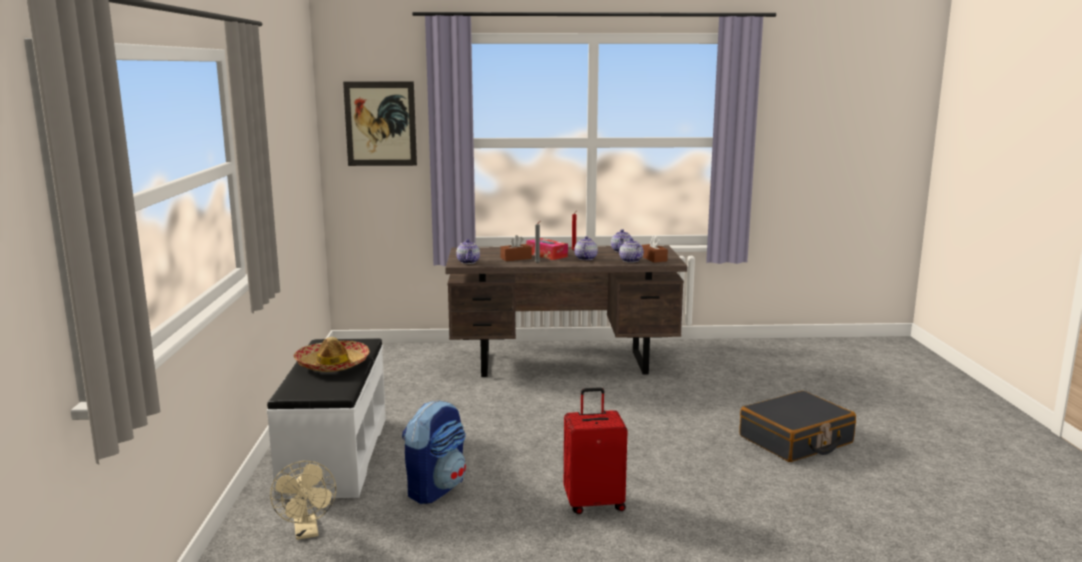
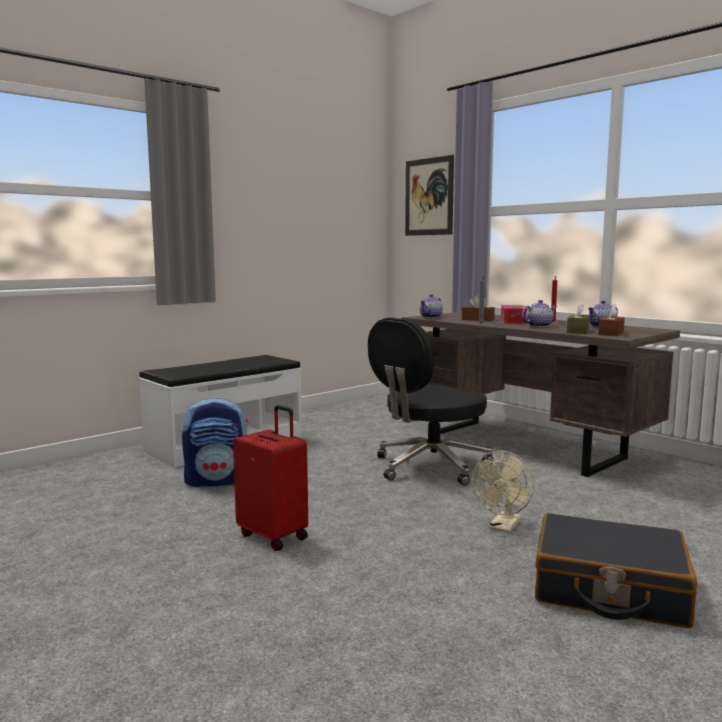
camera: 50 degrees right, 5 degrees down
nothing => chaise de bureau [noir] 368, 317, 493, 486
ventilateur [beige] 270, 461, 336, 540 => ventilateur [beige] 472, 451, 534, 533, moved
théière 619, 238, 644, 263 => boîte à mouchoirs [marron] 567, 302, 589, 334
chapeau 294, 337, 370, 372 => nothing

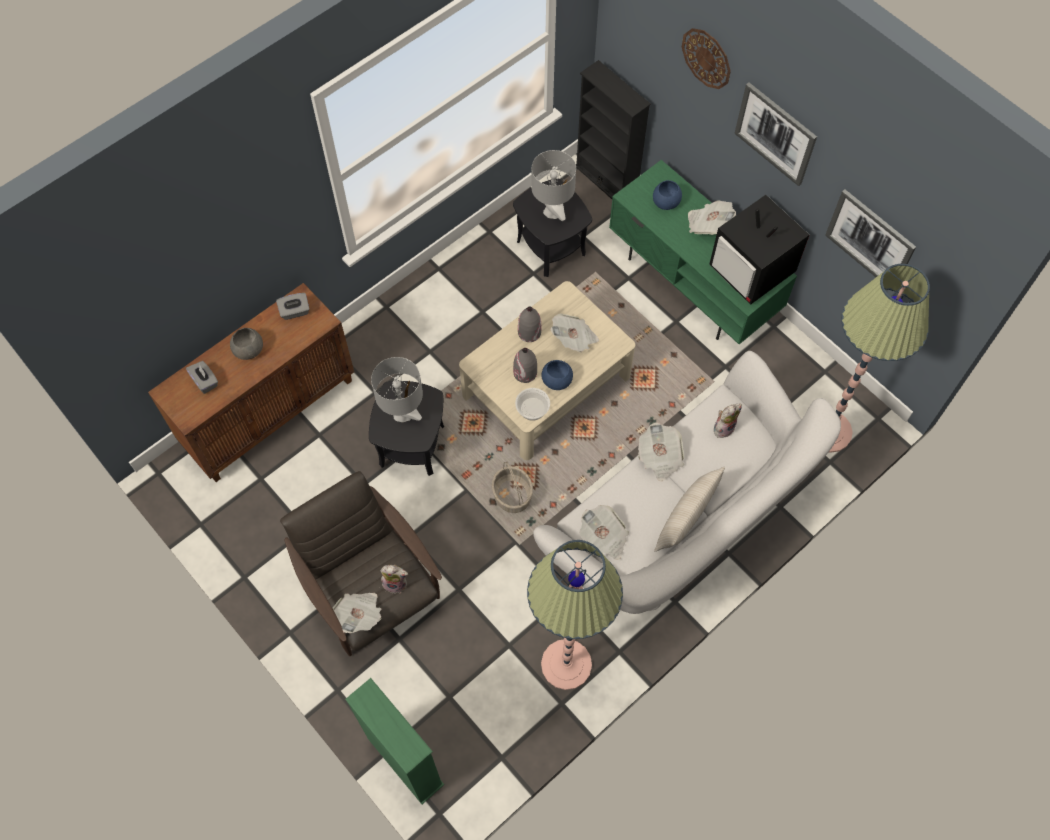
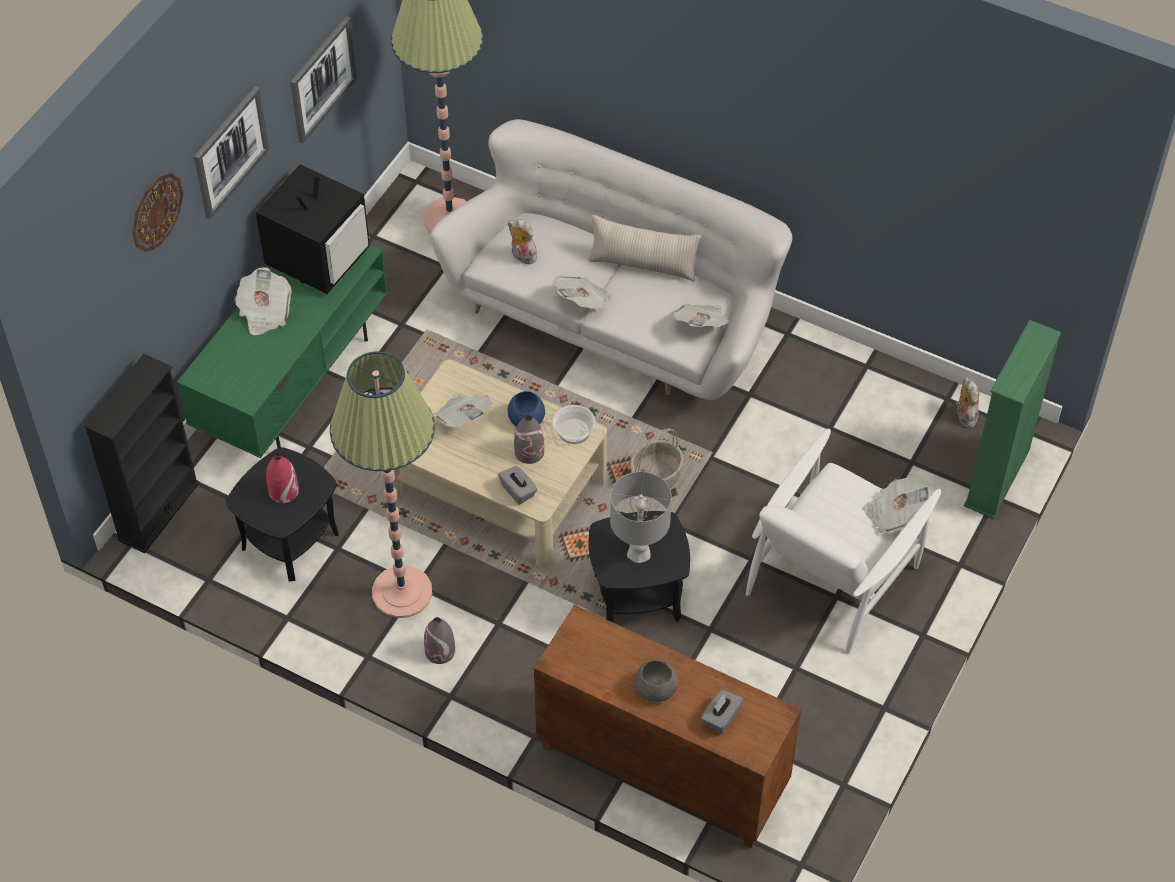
camera: 110 degrees left, 10 degrees down
lampe de table [gris] 531, 150, 576, 221 => vase [rouge] 266, 454, 299, 503
lampadaire 527, 540, 623, 690 => lampadaire 330, 351, 435, 618, moved
vase [gris] 518, 307, 541, 342 => vase [gris] 424, 617, 455, 664, moved
boîte à mouchoirs [gris] 276, 293, 310, 320 => boîte à mouchoirs [gris] 498, 466, 538, 505, moved
fauteuil [marron] 280, 471, 442, 656 => fauteuil [blanc] 746, 429, 941, 654
peluche 380, 565, 408, 594 => peluche 956, 377, 979, 428, moved
bol [bleu] 653, 180, 682, 210 => nothing

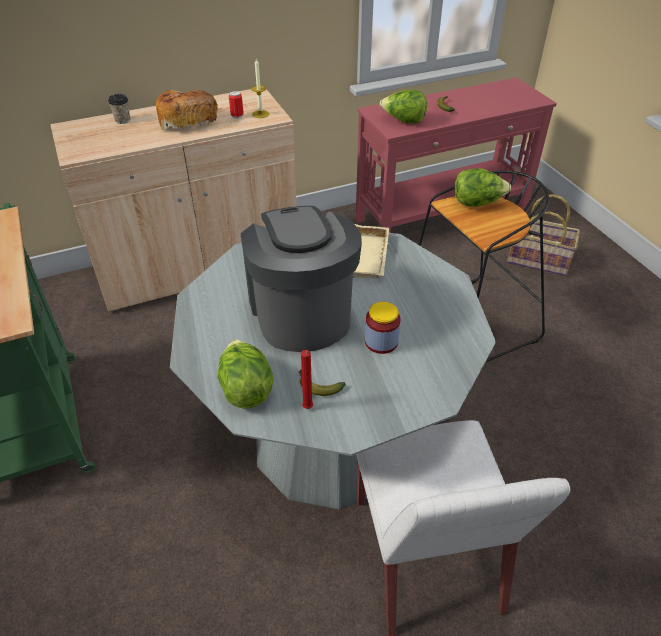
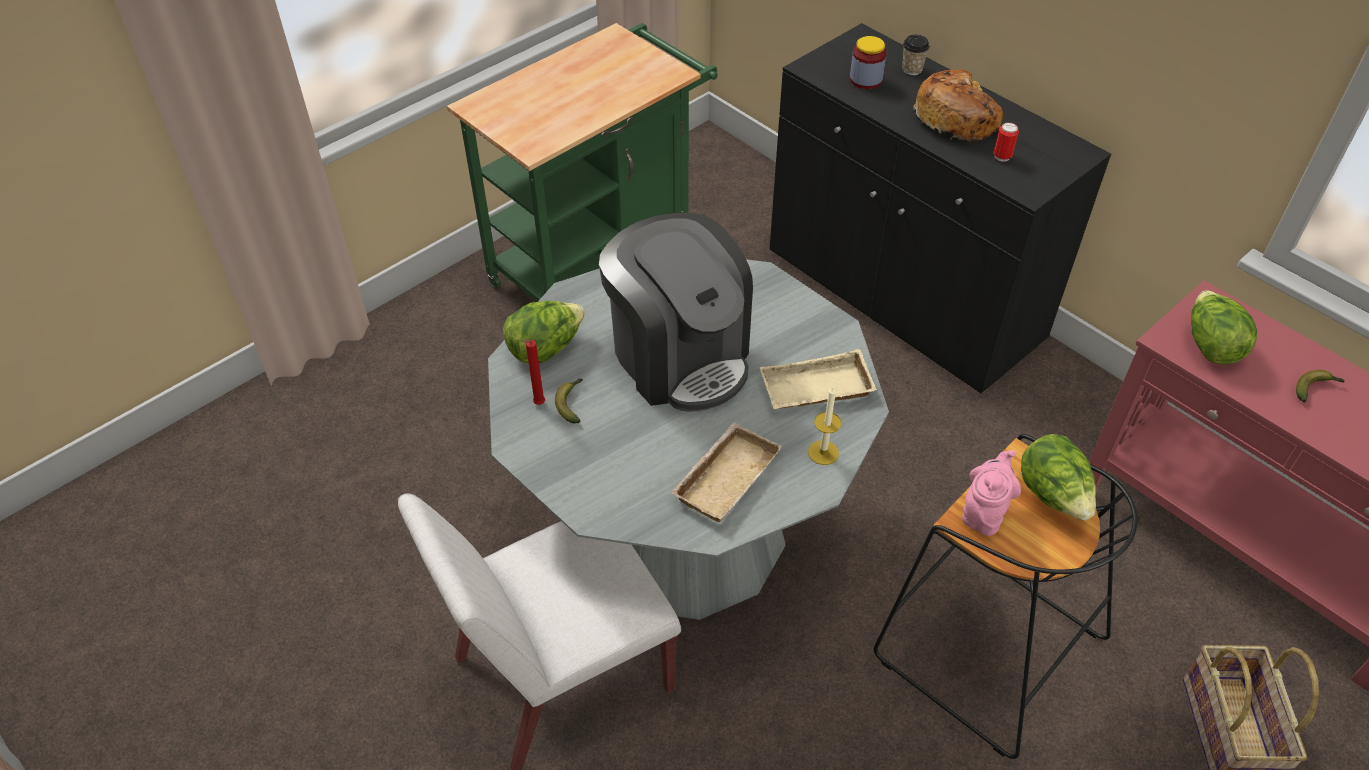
camera: 70 degrees right, 5 degrees up
machine à café 241, 206, 362, 352 => machine à café 599, 213, 753, 412, 90 degrees clockwise
nothing => plateau [beige] 671, 422, 782, 522
meuble de rangement [beige] 50, 89, 297, 312 => meuble de rangement [noir] 770, 23, 1111, 393
bougie 251, 59, 269, 118 => bougie 808, 387, 842, 465, moved
bocal 365, 302, 401, 354 => bocal 850, 36, 887, 89, moved
nothing => théière [rose] 962, 450, 1021, 536

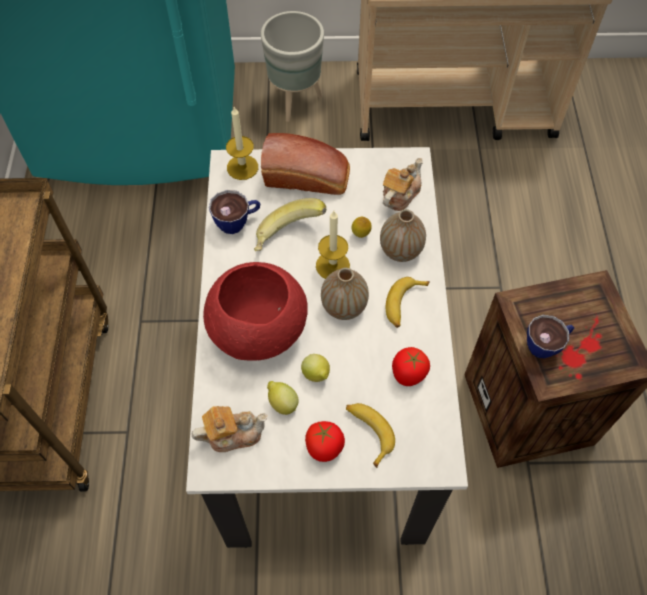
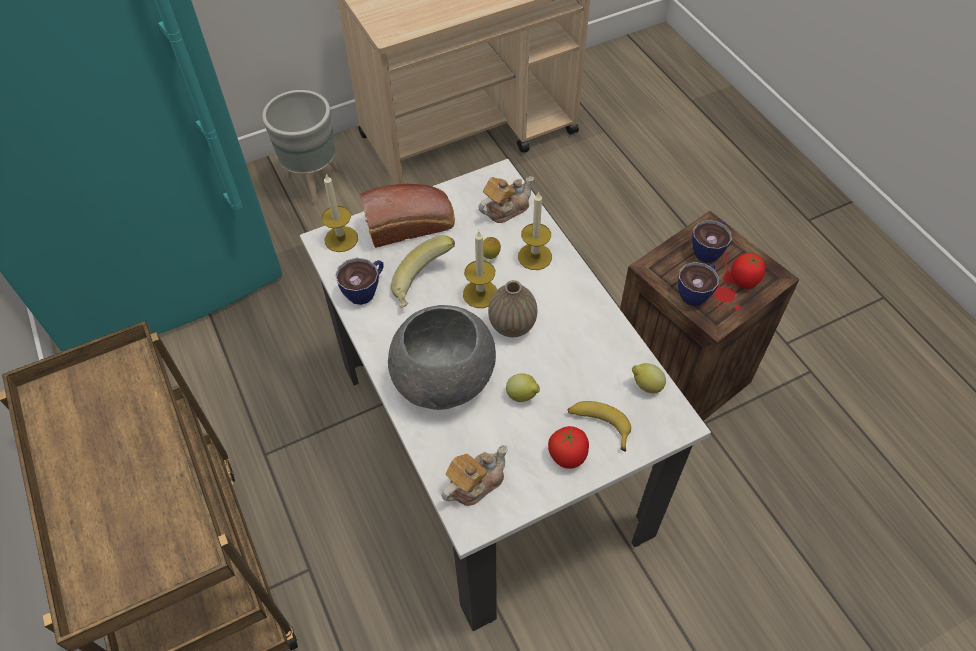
camera: 25 degrees left, 5 degrees down
bol [rouge] 203, 262, 308, 361 => bol [gris] 388, 305, 496, 410
théière 383, 158, 423, 211 => théière 478, 176, 534, 223, 45 degrees clockwise
vase 380, 209, 426, 262 => bougie 518, 191, 552, 270
citron 267, 381, 298, 415 => citron 632, 363, 666, 393, moved
nothing => tasse 692, 220, 732, 263
tomate 392, 347, 430, 386 => tomate 731, 253, 765, 289, moved
banane 386, 277, 430, 328 => nothing

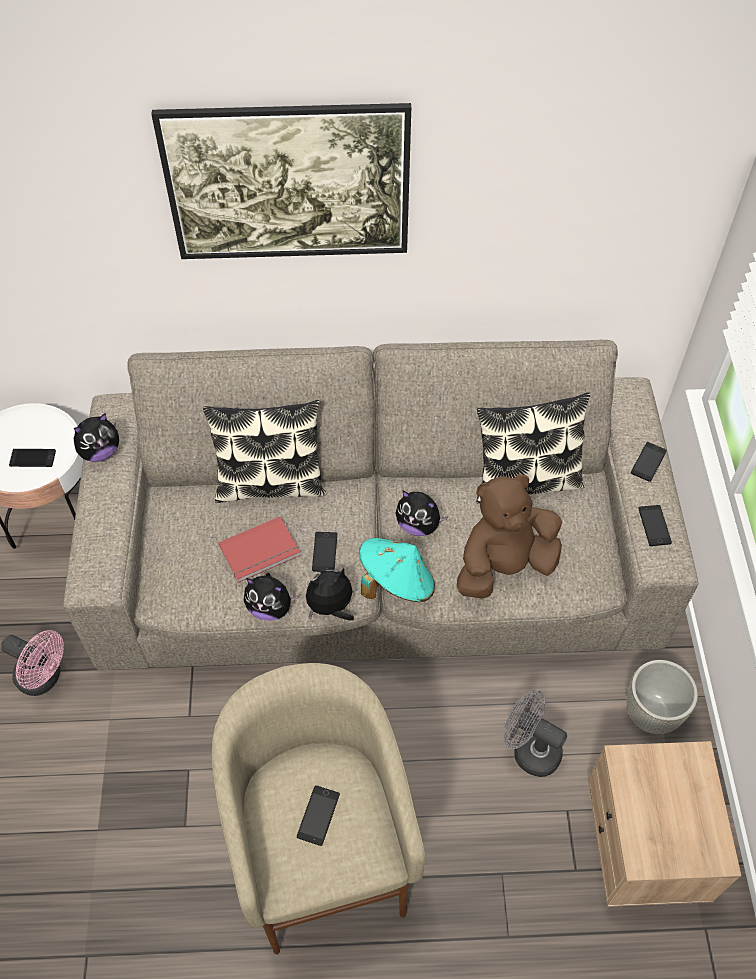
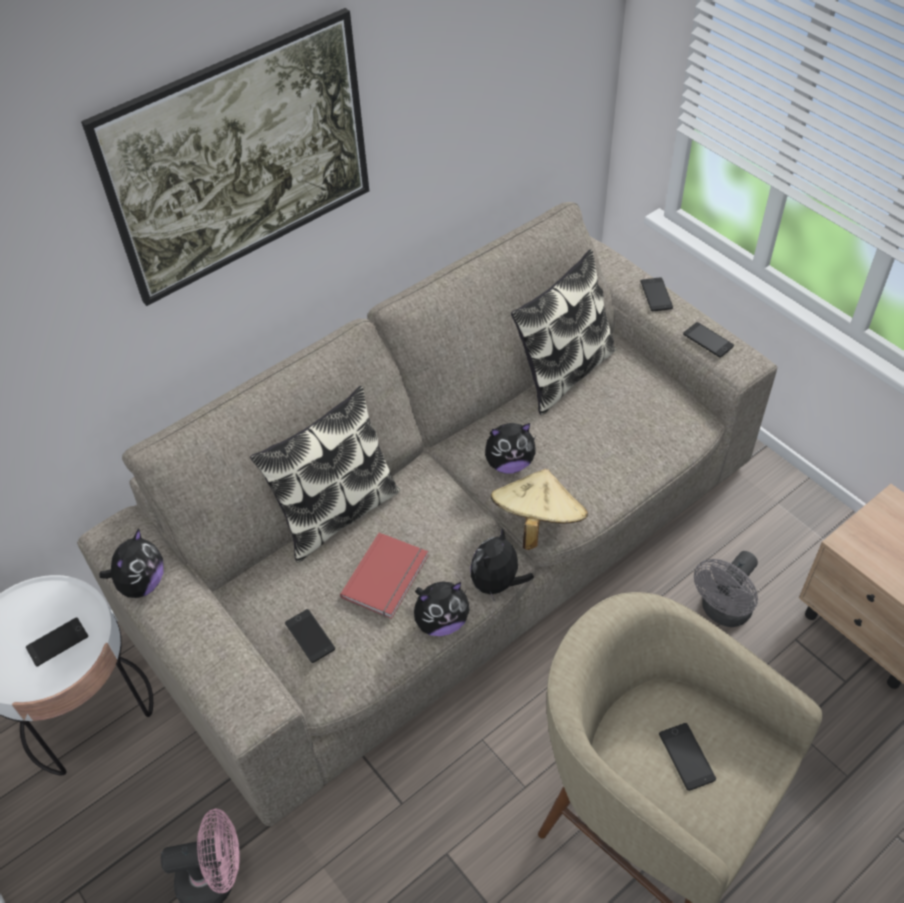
camera: 35 degrees left, 5 degrees down
téléphone 312, 532, 337, 572 => téléphone 285, 609, 335, 663, moved
chapeau [turquoise] 359, 538, 435, 602 => chapeau [beige] 491, 469, 588, 550
ventilateur [gris] 504, 690, 567, 777 => ventilateur [gris] 694, 551, 758, 627, 45 degrees counterclockwise
peluche [marron] 457, 474, 562, 599 => nothing
cache-pot [gris] 627, 660, 698, 734 => nothing

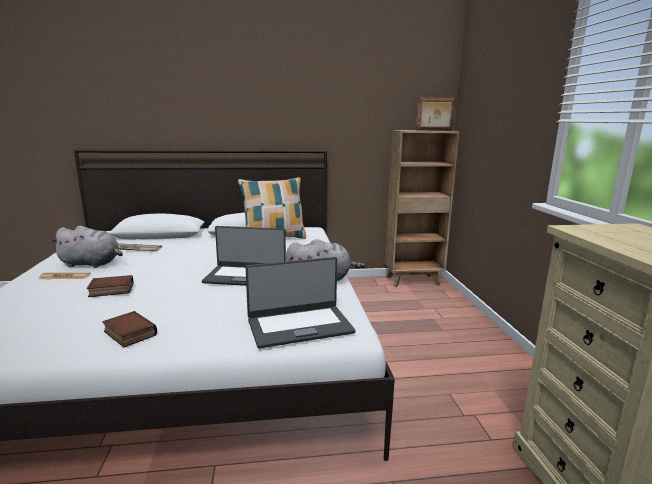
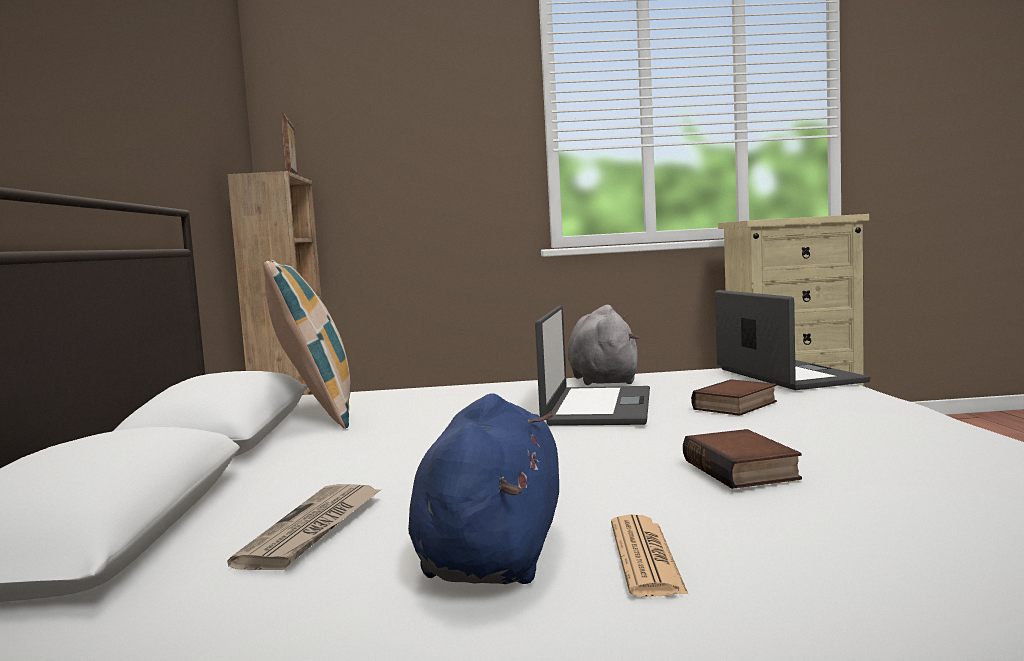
camera: 85 degrees left, 10 degrees down
peluche [gris] 50, 226, 123, 268 => peluche [bleu] 408, 393, 559, 584
livre 103, 311, 157, 347 => livre 691, 379, 777, 416, moved

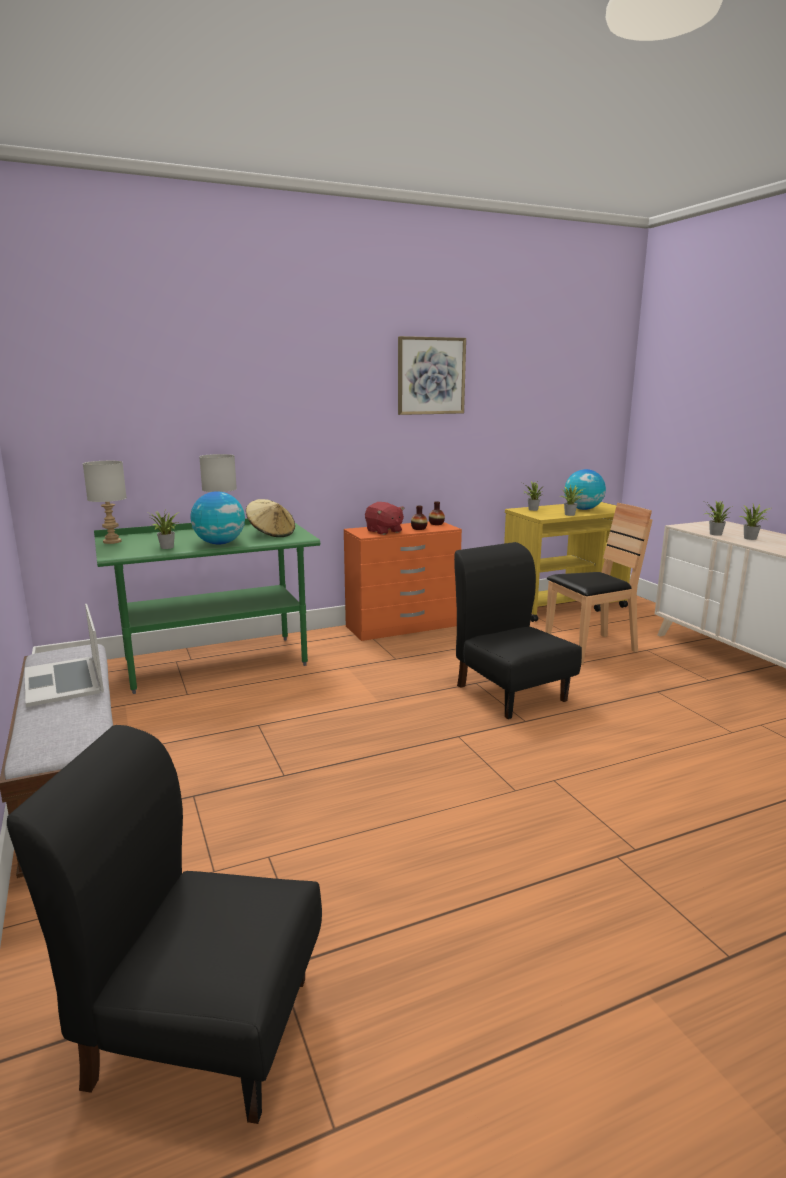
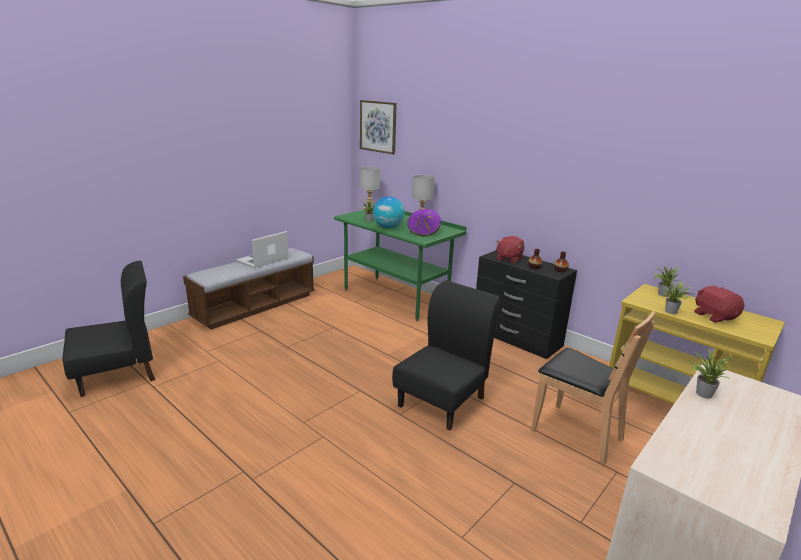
camera: 65 degrees right, 5 degrees up
chaise [noir] 7, 725, 322, 1124 => chaise [noir] 62, 261, 155, 397, 75 degrees clockwise
tableau 398, 336, 466, 415 => tableau 360, 100, 397, 154, moved
chapeau [beige] 246, 499, 295, 537 => chapeau [violet] 407, 209, 441, 236
commode [orange] 344, 521, 462, 641 => commode [noir] 476, 250, 577, 359
globe 564, 469, 606, 510 => peluche [rouge] 694, 286, 744, 322
plante en pot 739, 504, 770, 540 => nothing

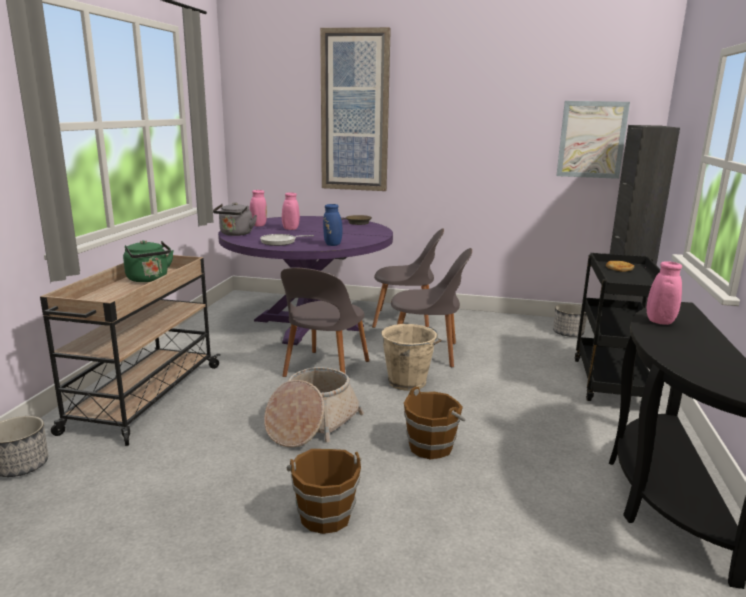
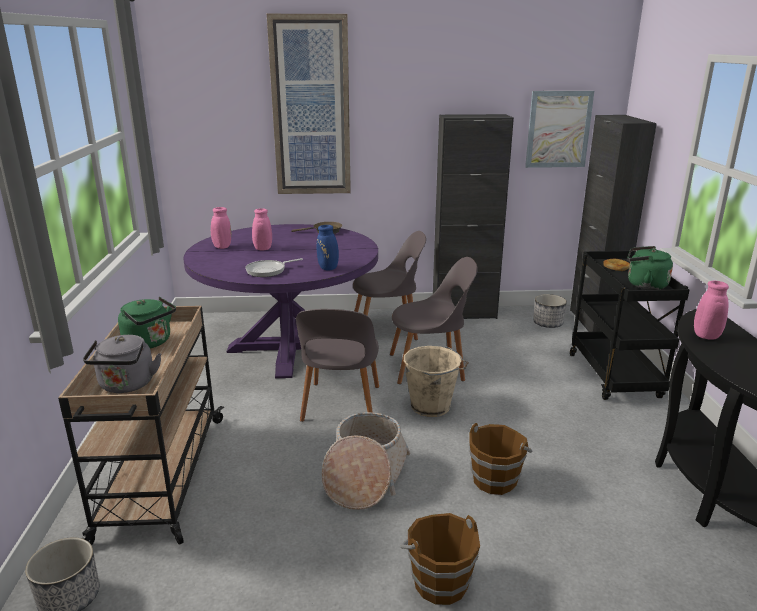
camera: 15 degrees left, 5 degrees up
bouilloire [gris] 213, 202, 257, 236 => bouilloire [gris] 83, 335, 161, 393, moved
nothing => meuble de rangement [noir] 433, 114, 514, 319
nothing => bouilloire [vert] 627, 246, 673, 290

